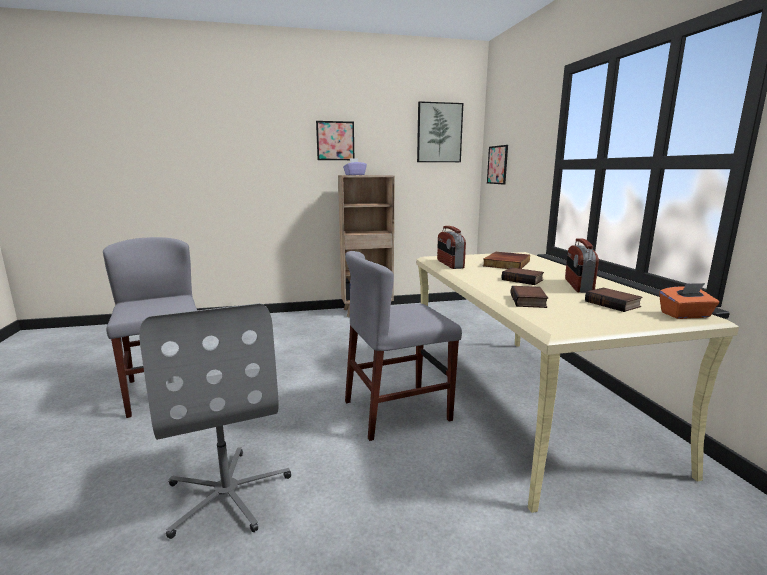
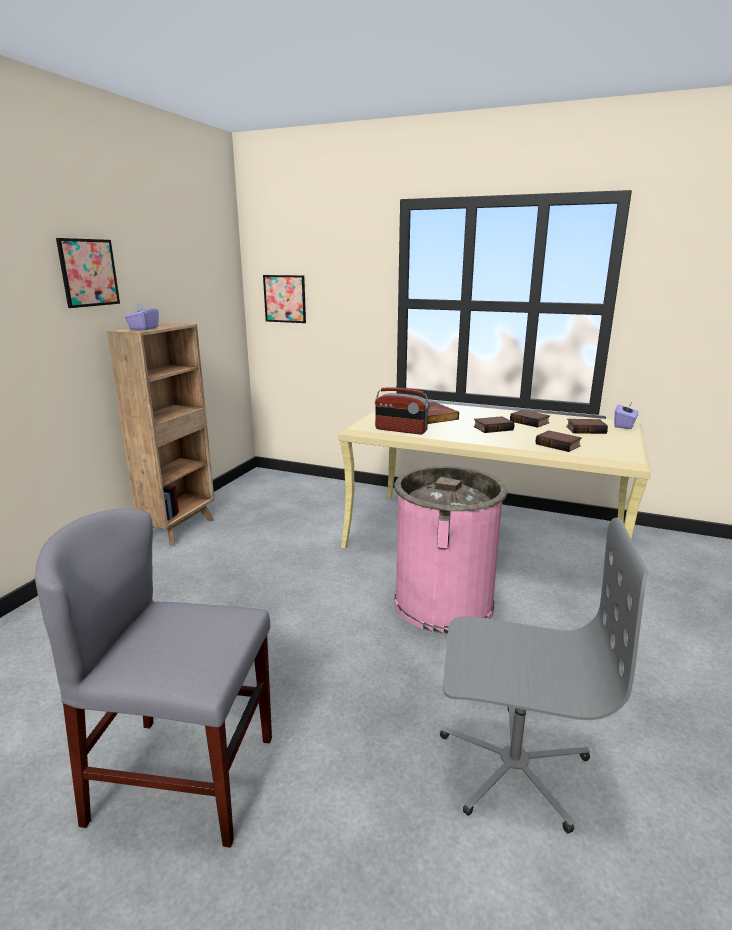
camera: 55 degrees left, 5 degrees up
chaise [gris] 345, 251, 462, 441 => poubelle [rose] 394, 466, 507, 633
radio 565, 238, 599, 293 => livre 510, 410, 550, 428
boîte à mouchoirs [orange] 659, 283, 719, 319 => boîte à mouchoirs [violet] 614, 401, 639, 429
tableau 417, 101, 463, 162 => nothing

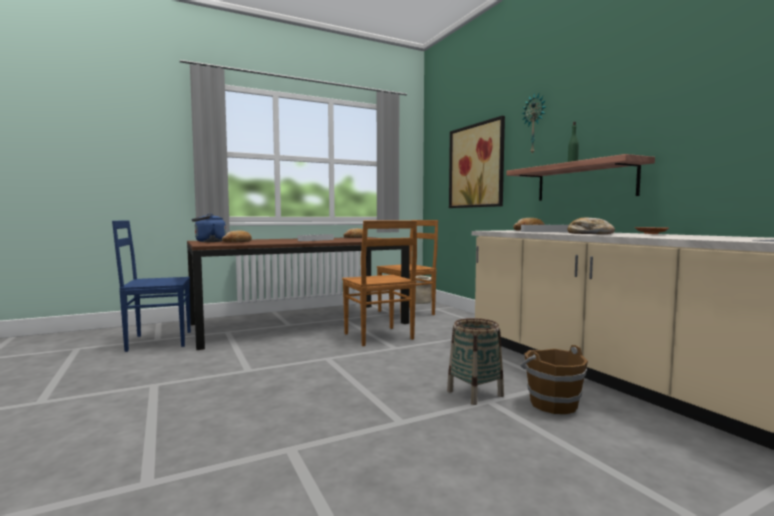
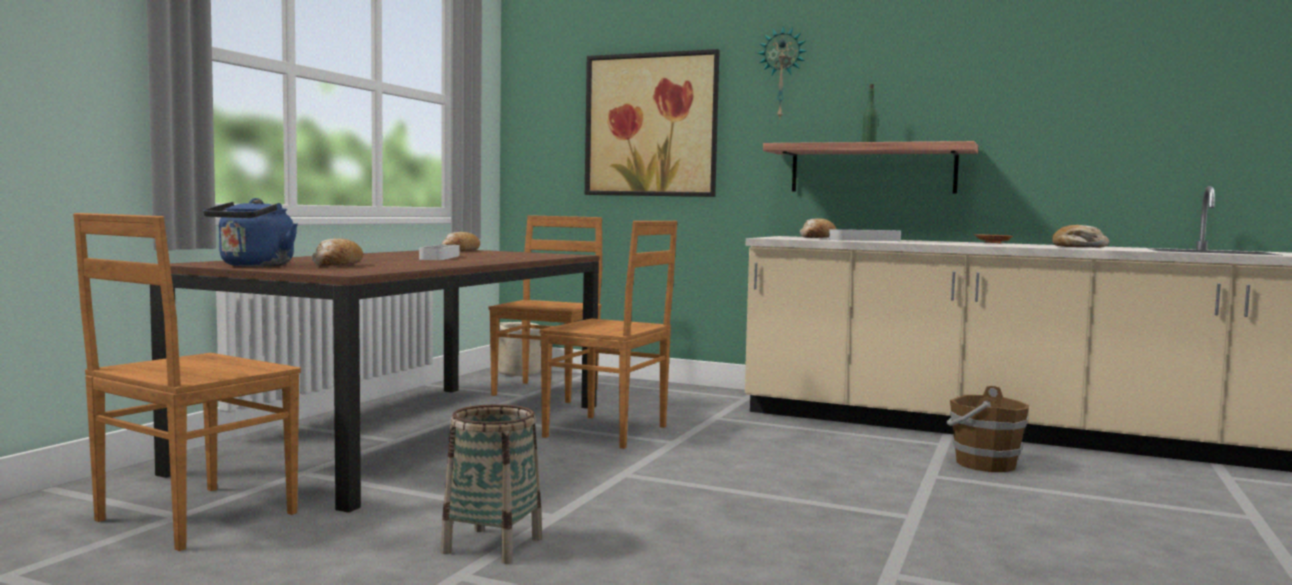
camera: 40 degrees left, 0 degrees up
chaise [bleu] 112, 220, 191, 352 => chaise [marron] 73, 213, 301, 551
panier 447, 318, 504, 405 => panier 441, 404, 542, 564, moved
pain 568, 217, 615, 234 => pain 1052, 225, 1109, 248, moved

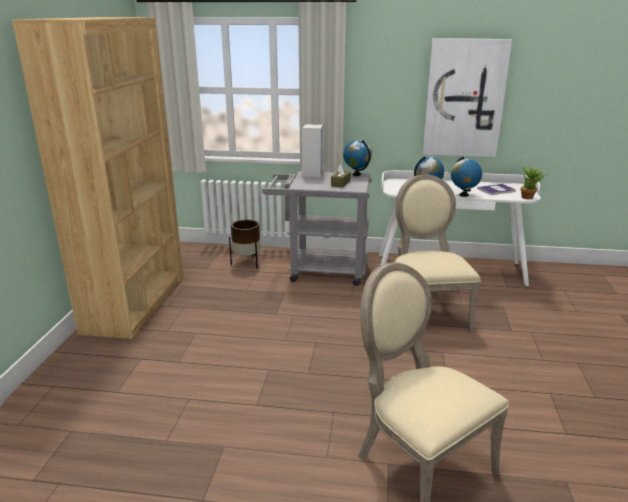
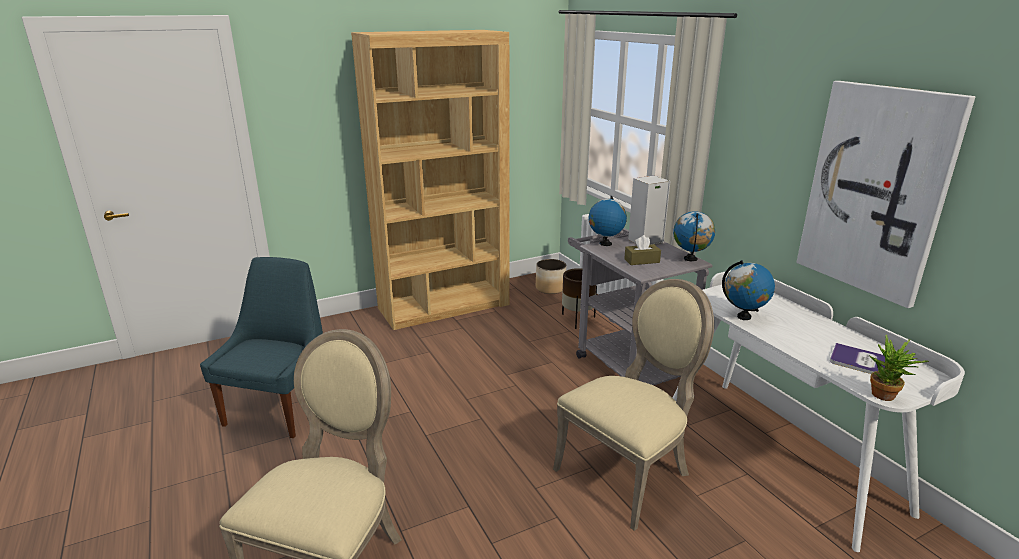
camera: 55 degrees right, 0 degrees up
nothing => chaise [bleu] 200, 257, 323, 438
nothing => cache-pot 536, 259, 566, 294
globe 451, 156, 482, 197 => globe 588, 196, 627, 246, moved

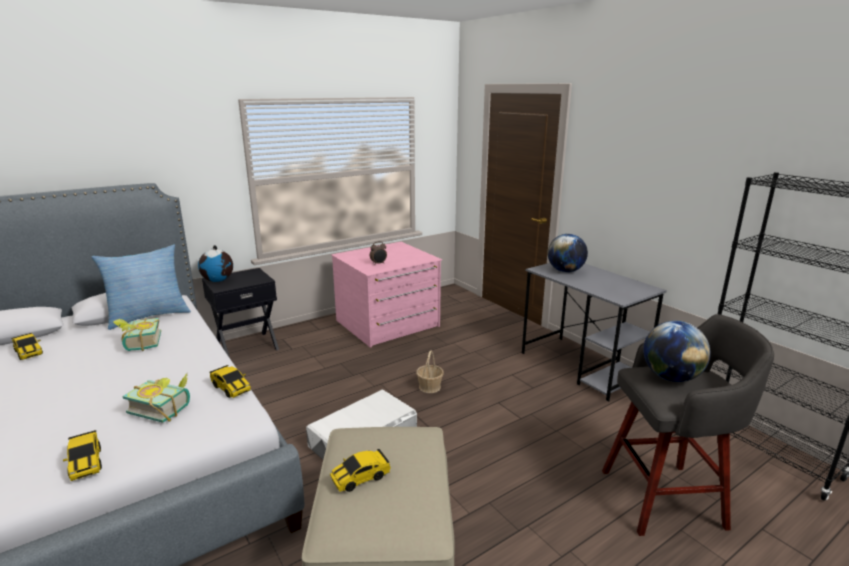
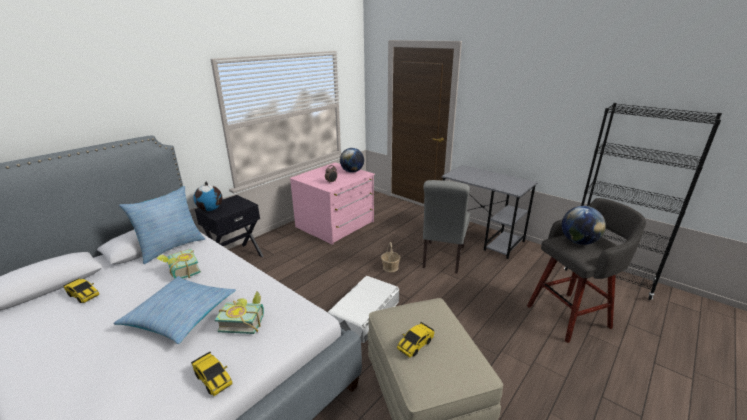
camera: 15 degrees left, 5 degrees up
nothing => coussin 113, 276, 236, 344
globe 548, 234, 588, 273 => globe 340, 148, 364, 173, moved
nothing => chaise [gris] 423, 180, 470, 274
petite voiture 209, 365, 251, 398 => nothing

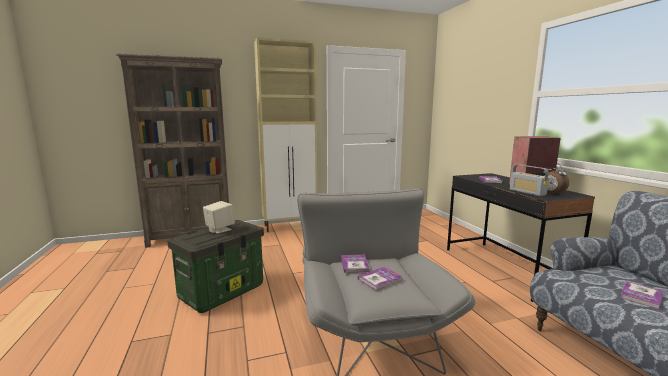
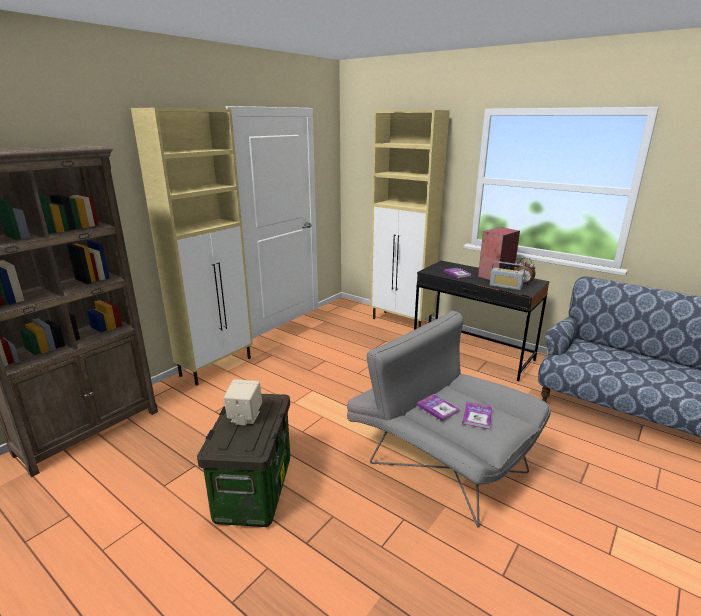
camera: 35 degrees left, 10 degrees up
nothing => meuble de rangement [beige] 370, 110, 450, 328
livre 620, 281, 663, 309 => nothing

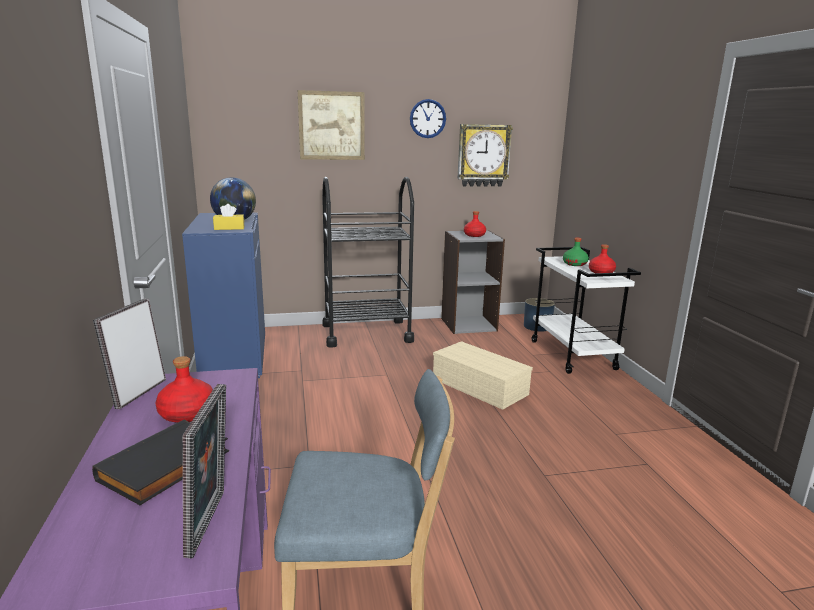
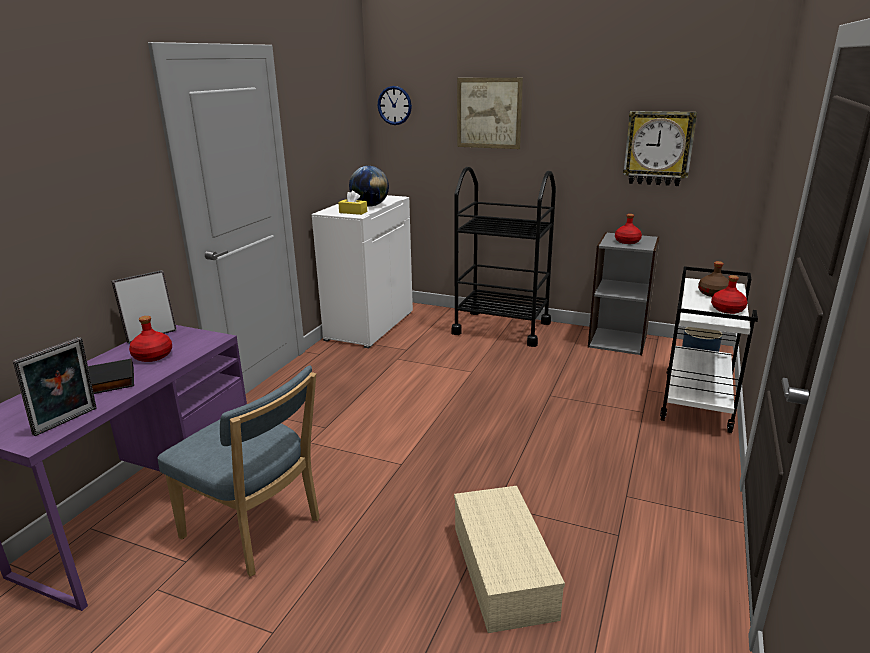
camera: 35 degrees right, 5 degrees up
meuble de rangement [bleu] 182, 212, 265, 378 => meuble de rangement [blanc] 312, 195, 413, 348
horloge murale 410, 99, 446, 138 => horloge murale 378, 86, 412, 125, moved
boîte de rangement [beige] 433, 341, 533, 410 => boîte de rangement [beige] 454, 486, 565, 633, moved
bouteille [vert] 563, 238, 589, 266 => bouteille [marron] 698, 261, 729, 297

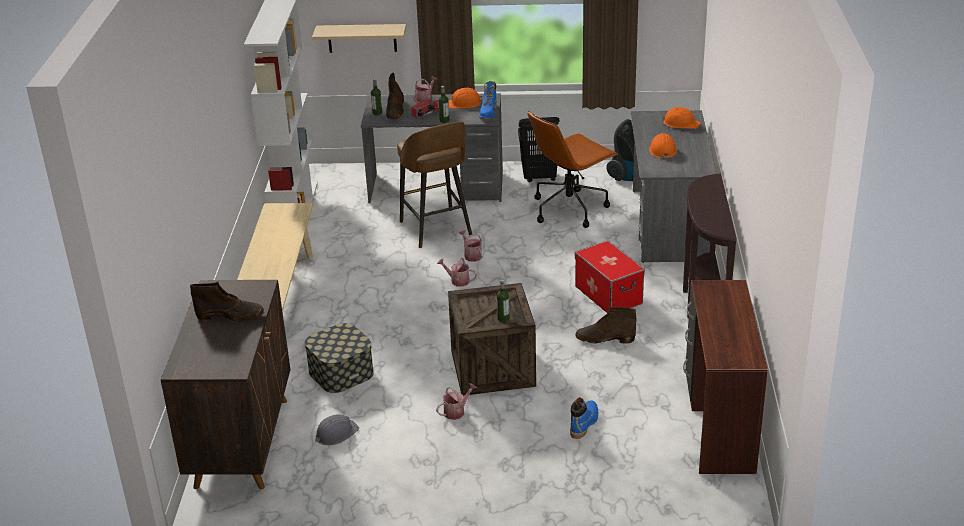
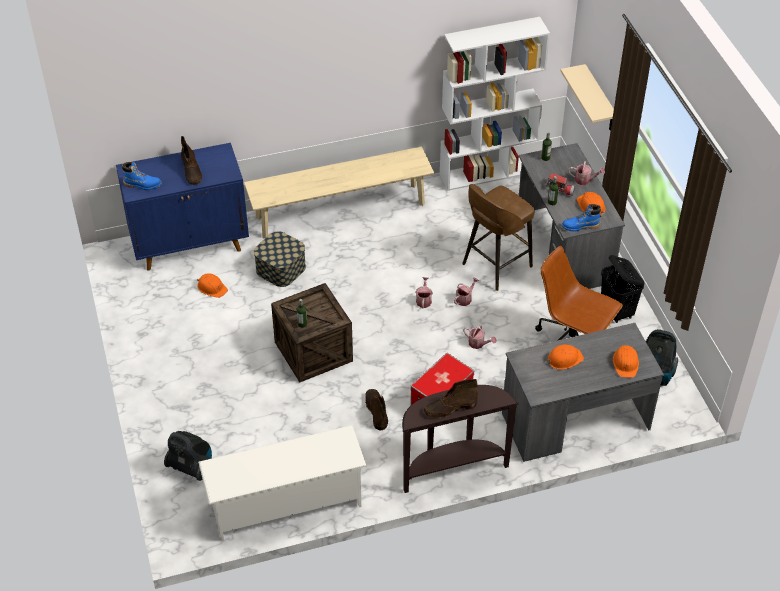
camera: 70 degrees right, 15 degrees up
meuble de rangement [marron] 161, 280, 291, 489 => meuble de rangement [bleu] 116, 143, 249, 271
botte [bleu] 570, 397, 598, 439 => botte [bleu] 122, 162, 162, 190, moved
nothing => aspirateur 164, 431, 212, 481
casque de chantier [gris] 315, 414, 359, 445 => casque de chantier [orange] 197, 273, 228, 298
bureau [marron] 683, 280, 768, 474 => étagère à chaussures [blanc] 198, 425, 367, 542
botte [marron] 386, 73, 404, 119 => botte [marron] 424, 379, 478, 418, moved
arrosoir 436, 383, 477, 420 => arrosoir 463, 325, 497, 349, moved

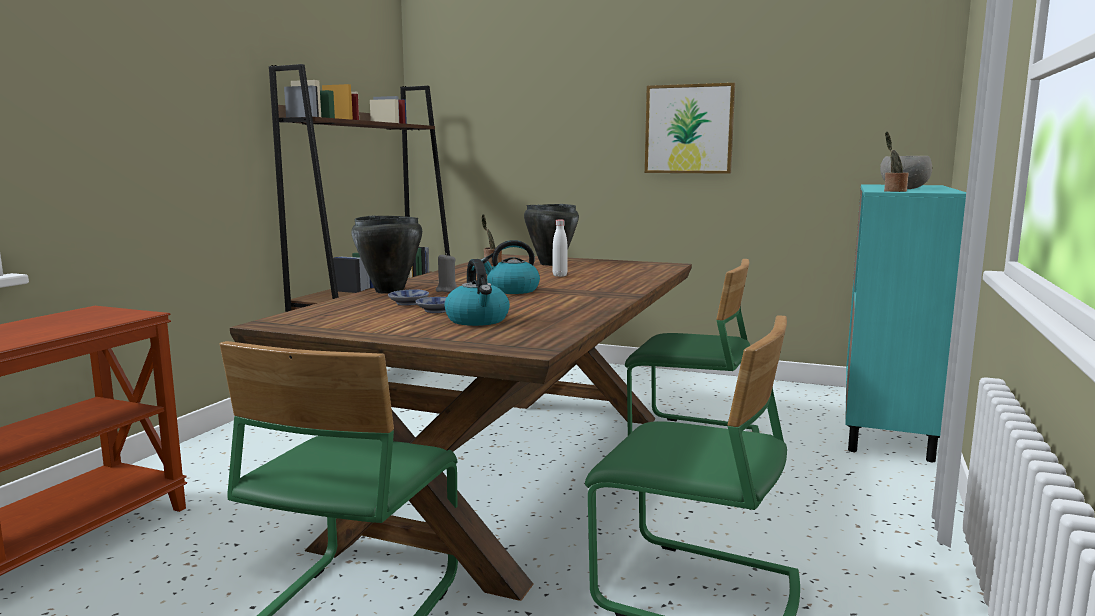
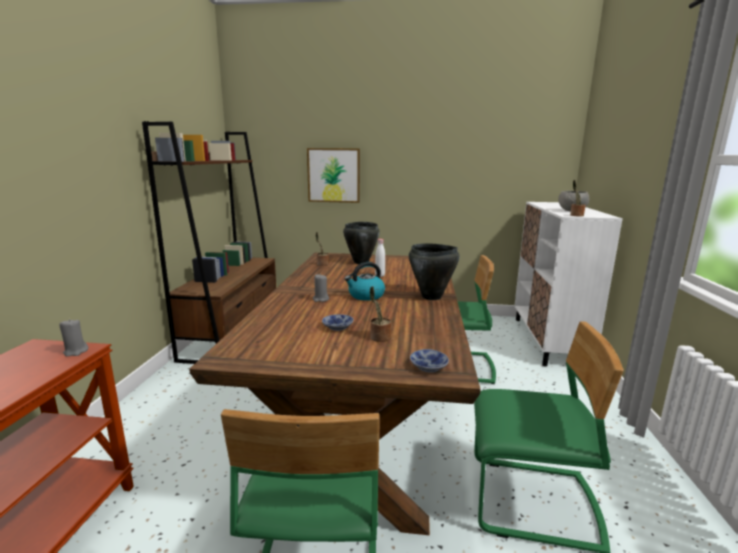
camera: 15 degrees left, 5 degrees up
nothing => bougie [gris] 59, 319, 88, 357
tableau 645, 83, 735, 174 => tableau 307, 148, 360, 203, moved
bouilloire 444, 259, 510, 326 => plante en pot 370, 286, 391, 342
marmite [noir] 351, 216, 422, 294 => marmite [noir] 409, 243, 460, 300, moved
bol 388, 289, 429, 306 => bol 410, 349, 449, 372, moved
meuble de rangement [turquoise] 845, 184, 966, 462 => meuble de rangement [blanc] 514, 202, 623, 366

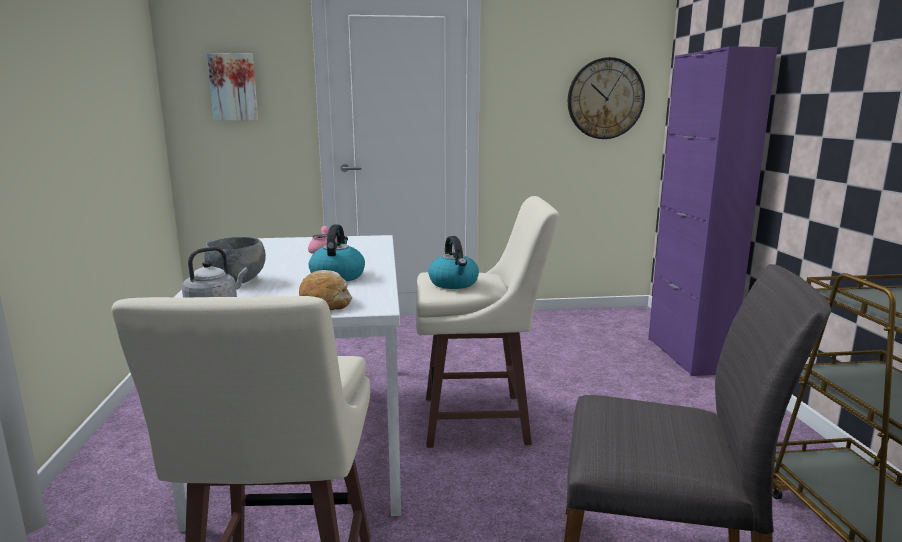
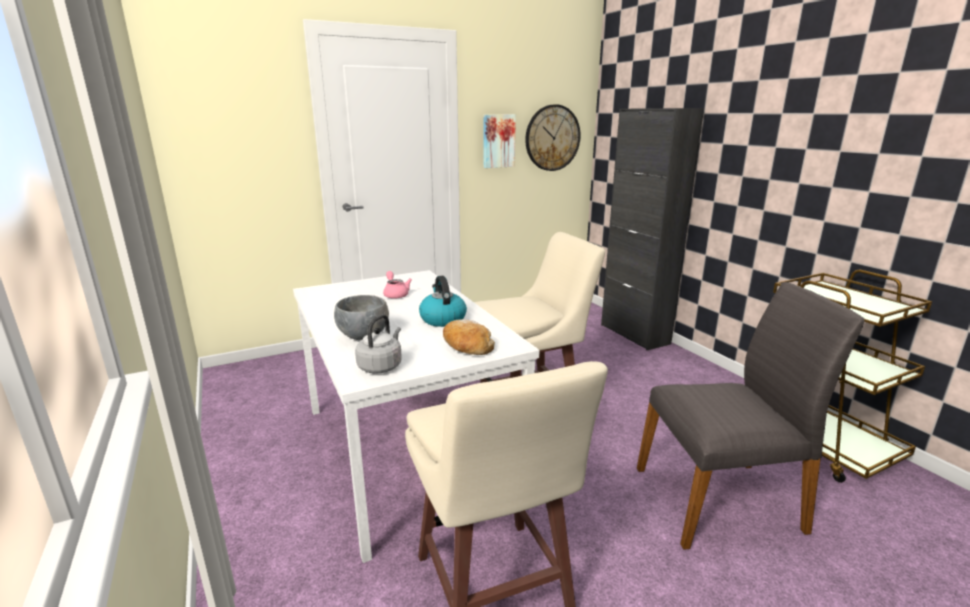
camera: 20 degrees left, 5 degrees up
tableau 207, 53, 258, 121 => tableau 483, 114, 516, 168, moved
meuble de rangement [violet] 648, 46, 777, 376 => meuble de rangement [noir] 601, 108, 704, 350
bouilloire 428, 236, 479, 289 => nothing

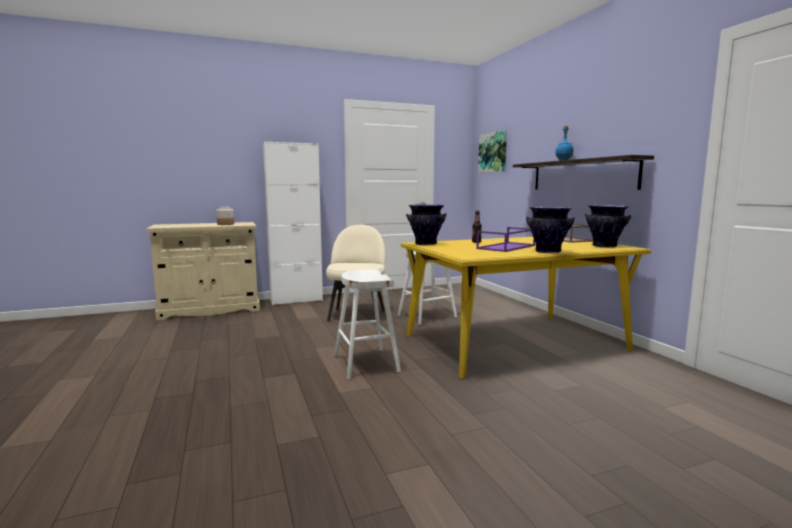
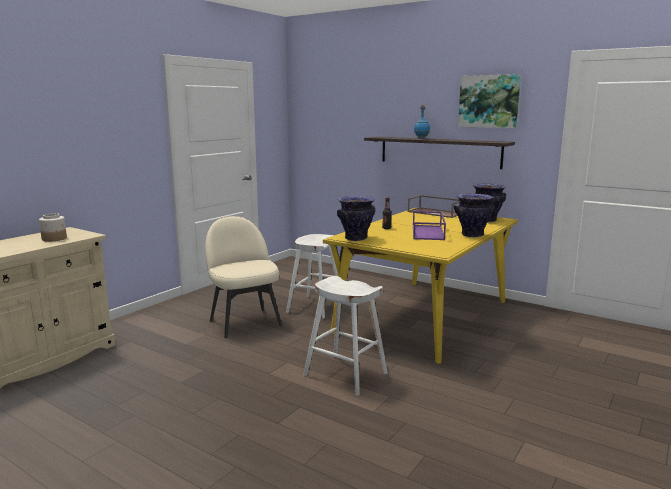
camera: 35 degrees left, 5 degrees up
tableau 478, 130, 507, 173 => tableau 458, 74, 521, 128, moved
meuble de rangement [blanc] 263, 142, 323, 305 => nothing

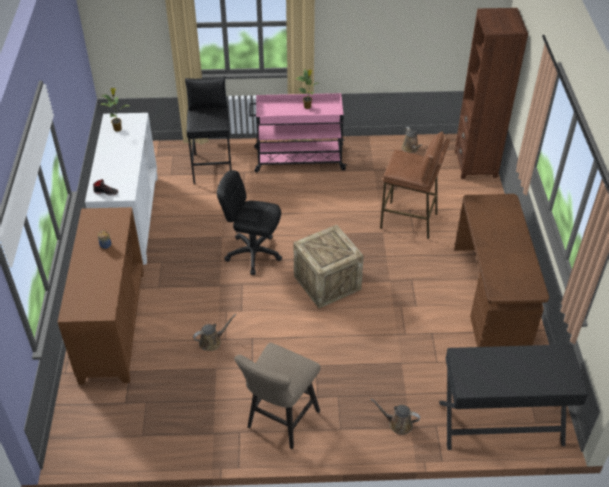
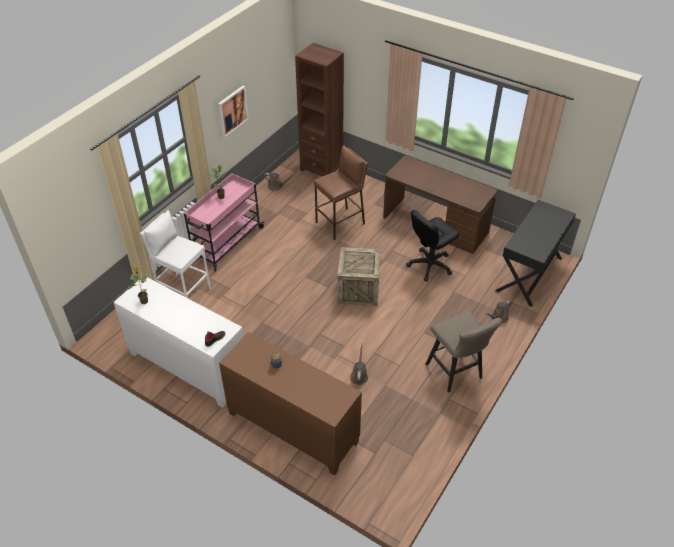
camera: 55 degrees left, 0 degrees up
tabouret [noir] 185, 76, 232, 184 => tabouret [blanc] 140, 210, 211, 298
nothing => tableau 218, 86, 249, 138
chaise de bureau [noir] 217, 170, 282, 275 => chaise de bureau [noir] 406, 210, 459, 281, moved

